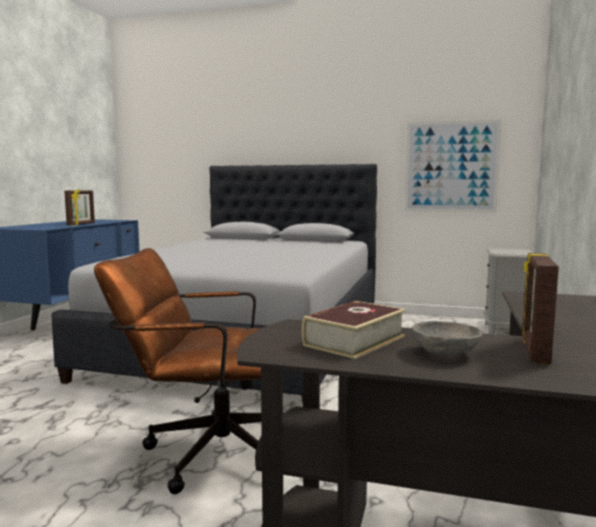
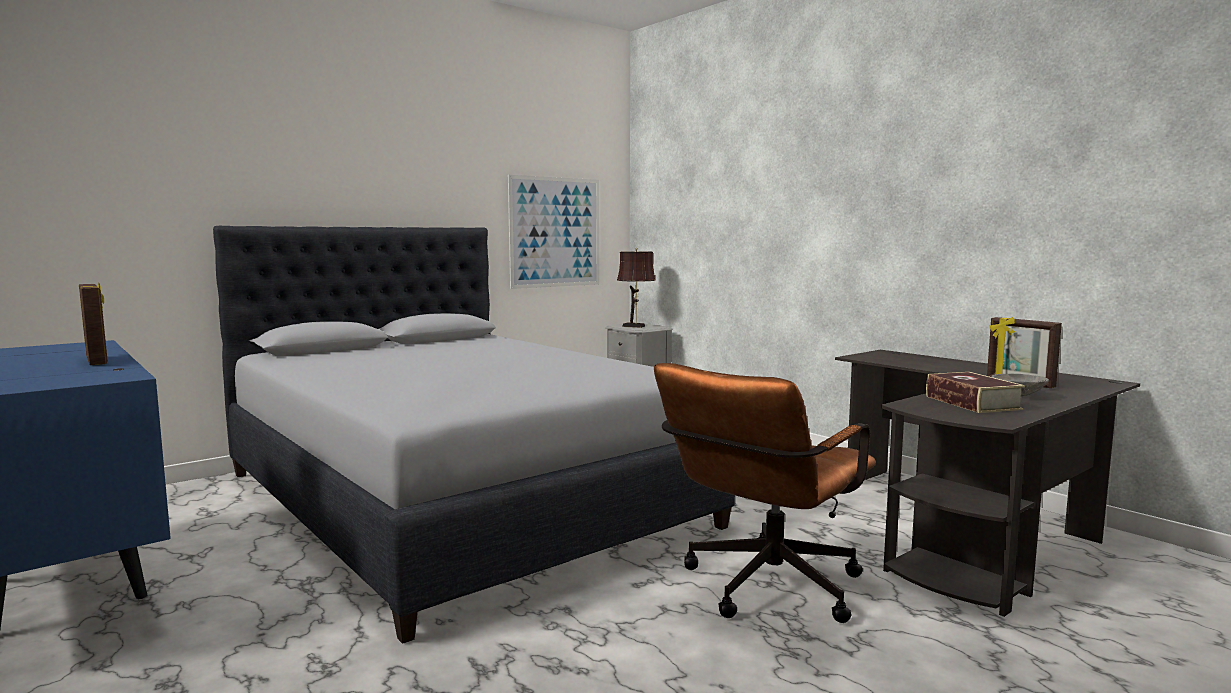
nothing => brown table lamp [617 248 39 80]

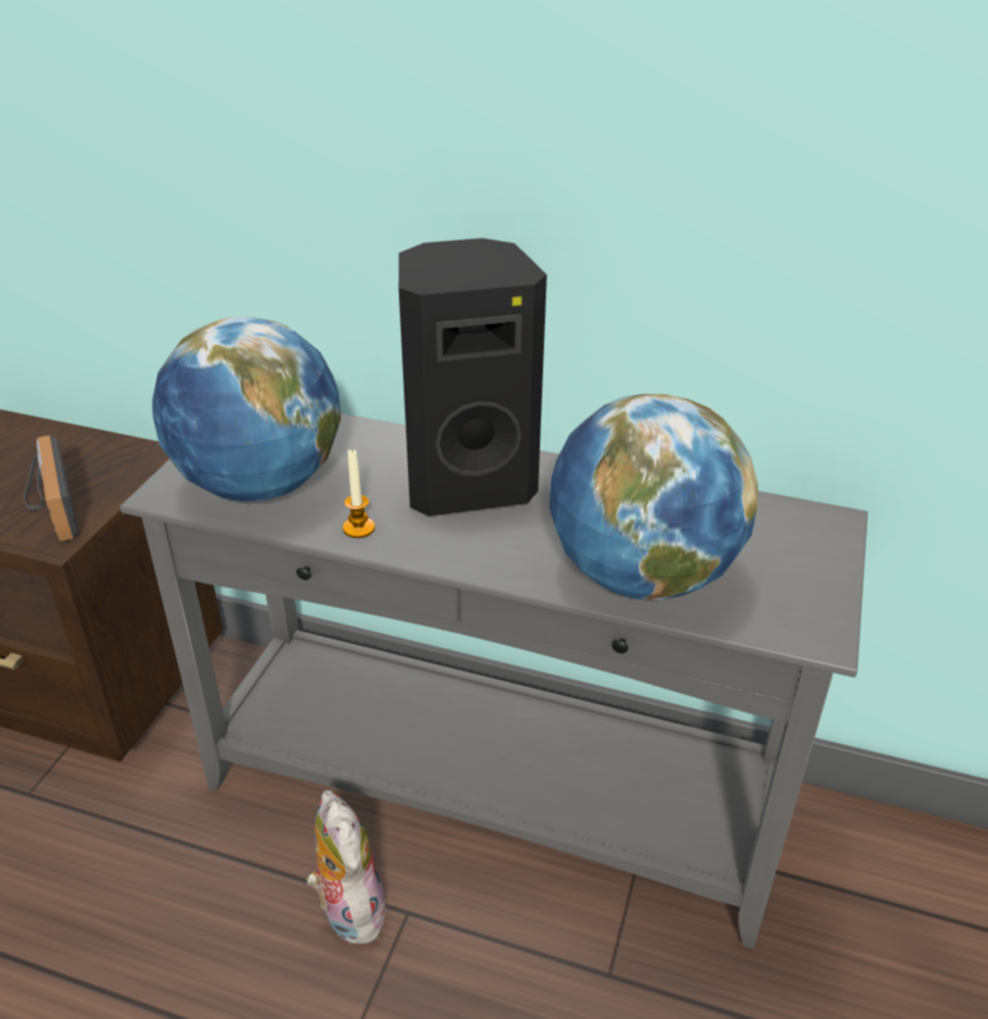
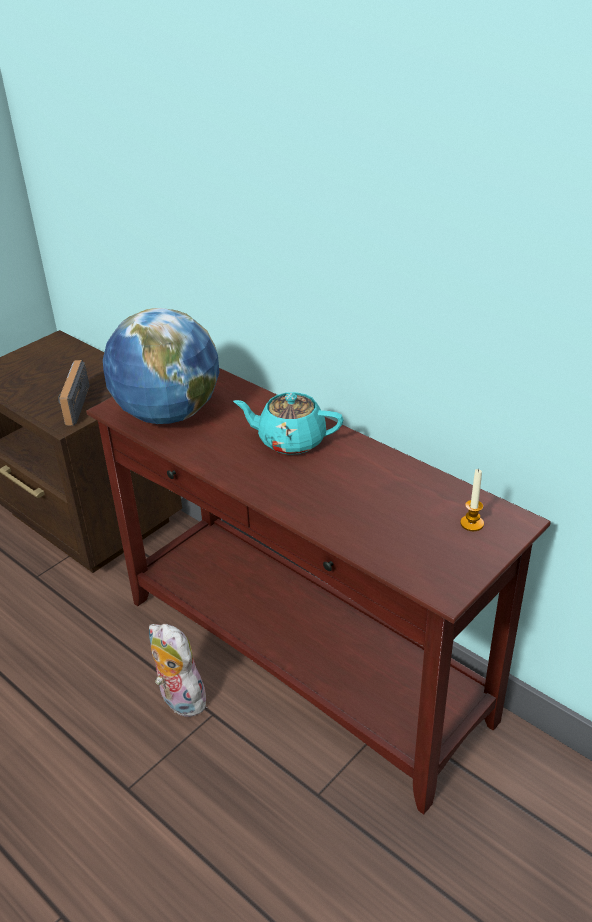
grey console table [120 413 748 536] => brown console table [86 368 465 446]
plush toy [306 790 80 154] => plush toy [149 624 63 93], 45 degrees counterclockwise
black speaker [399 238 148 278] => turquoise teapot [233 392 110 63]
candle [343 449 32 89] => candle [460 469 24 62], relocated
globe [549 394 209 206] => nothing

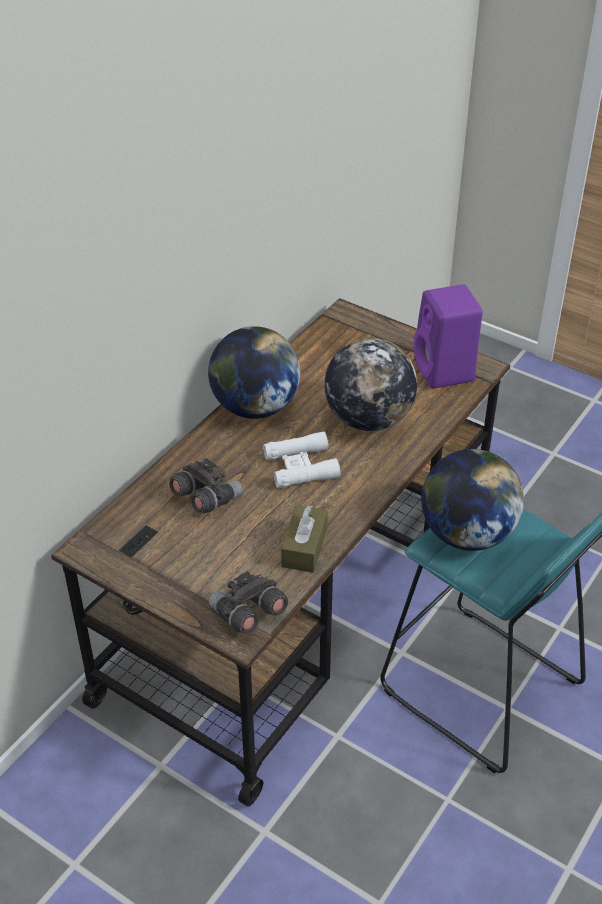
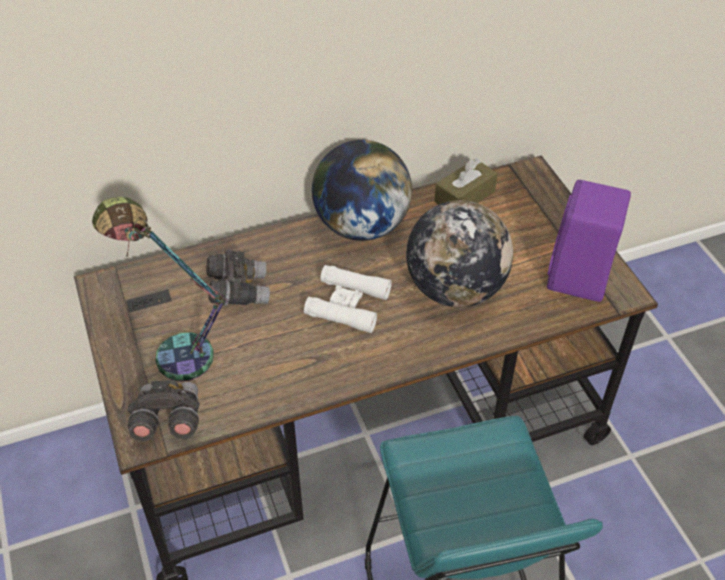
nothing => table lamp [92 197 137 184]
brown tissue box [281 505 47 68] => brown tissue box [434 158 64 47], relocated
globe [421 449 103 102] => nothing

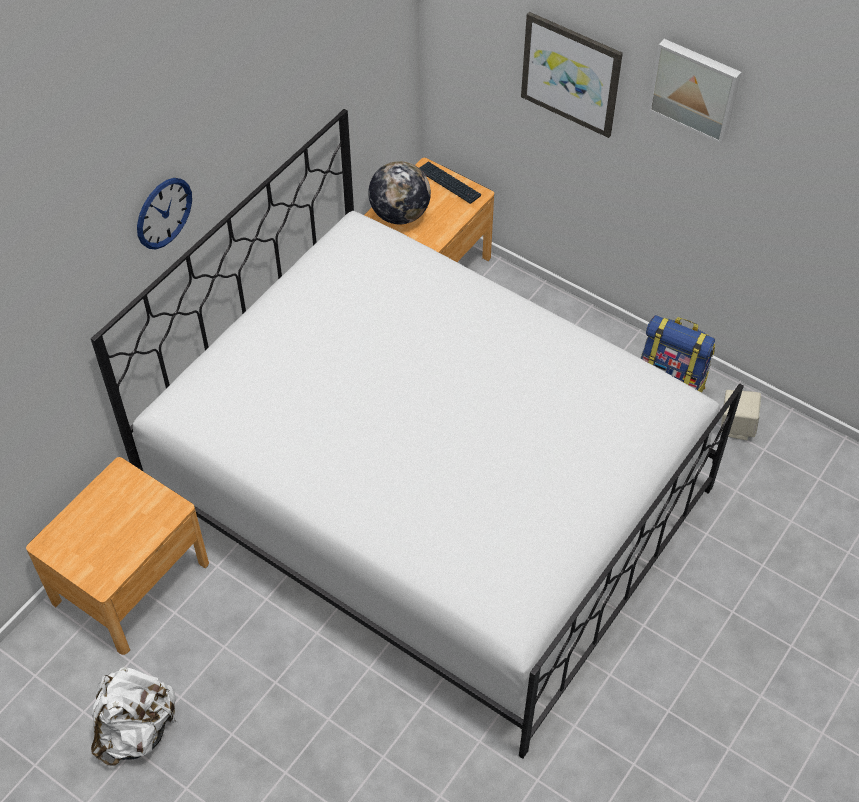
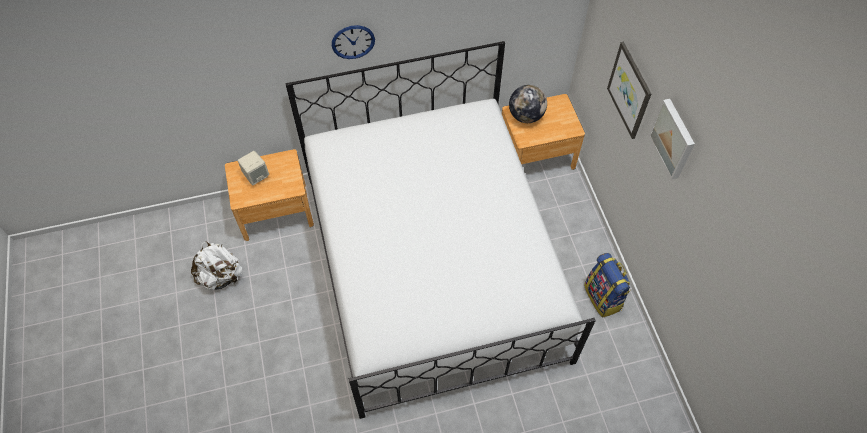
beige speaker [721 390 40 50] => beige speaker [237 151 32 34], relocated
keyboard [420 161 62 43] => nothing

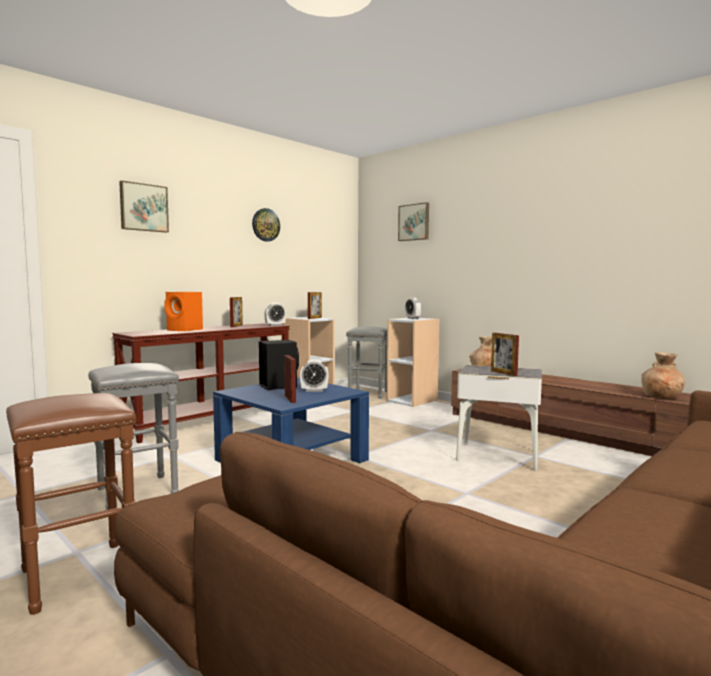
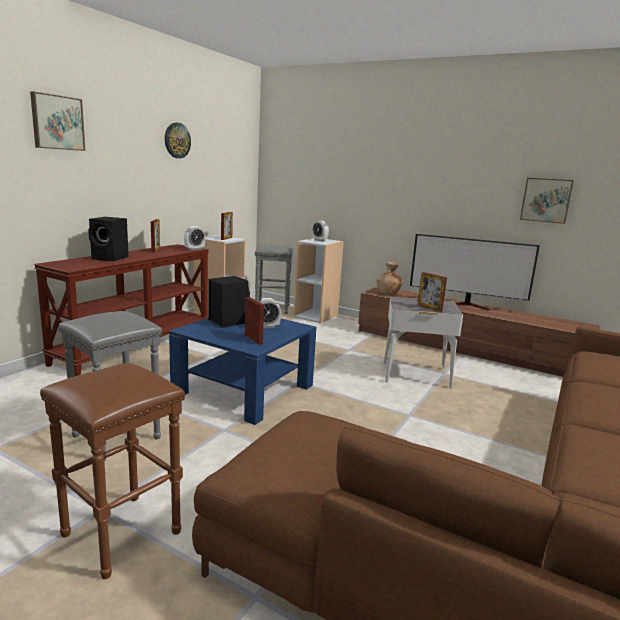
orange speaker [164 292 39 39] => black speaker [88 217 41 44]
nothing => television [410 234 130 77]
picture [398 202 31 39] => picture [520 178 54 46], relocated
brown vase [641 352 44 47] => nothing

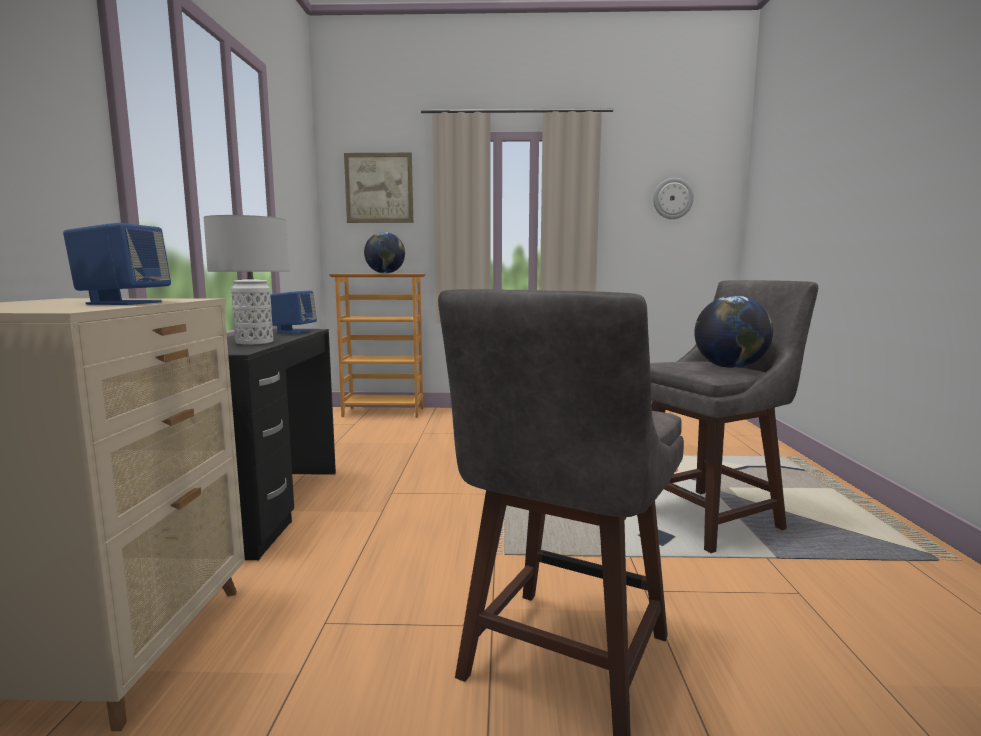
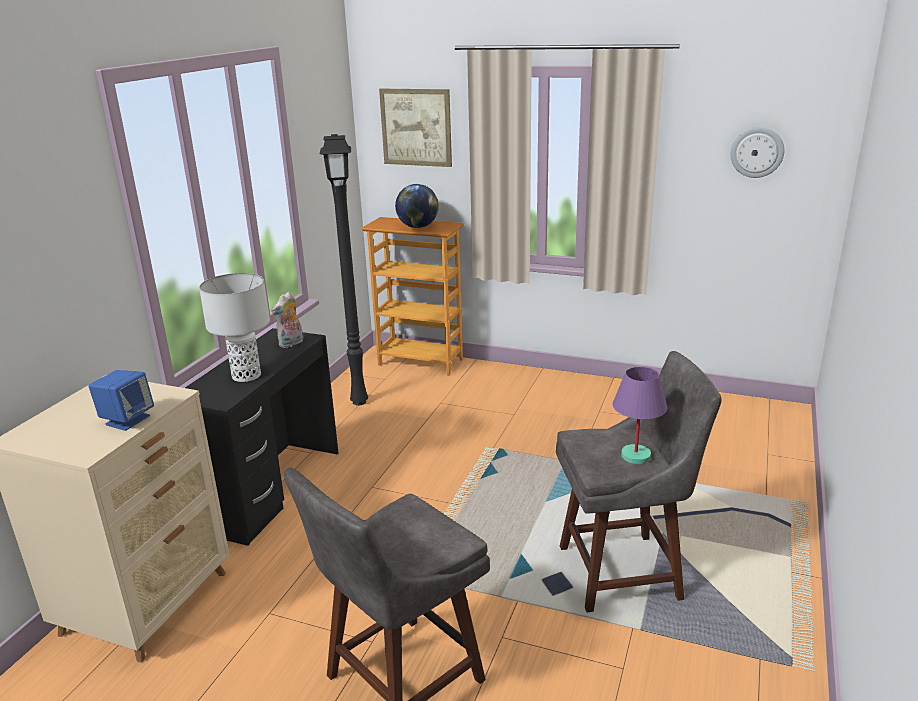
blue speaker [270 290 47 44] => plush toy [272 292 31 56]
nothing => black floor lamp [320 134 48 271]
globe [694 295 79 73] => purple table lamp [613 367 55 97]

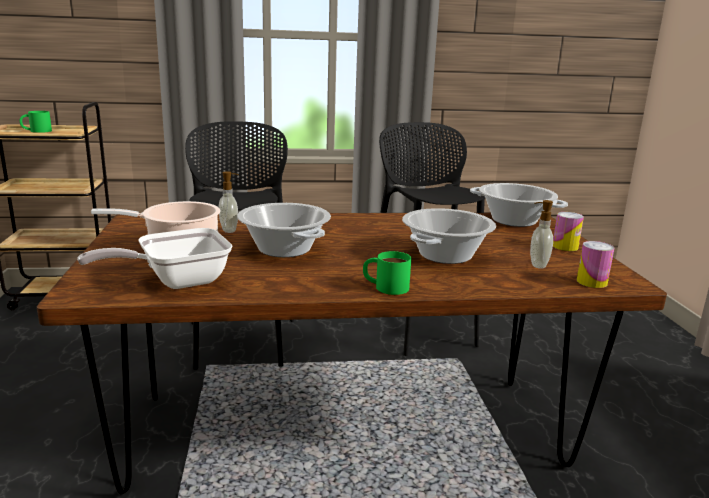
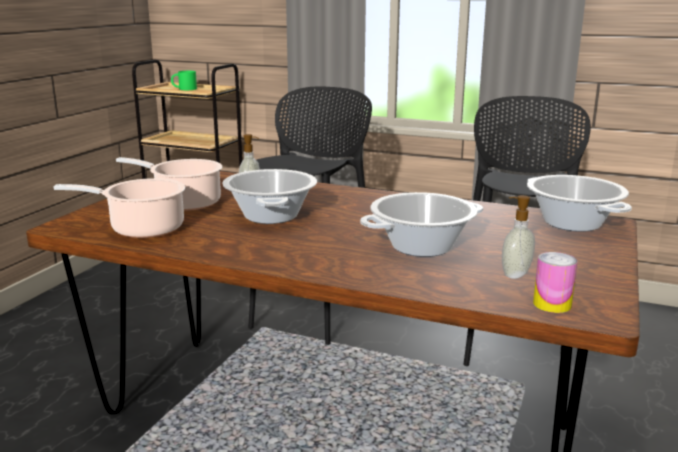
frying pan [77 228 155 61] => cooking pot [54 178 131 60]
green mug [363 251 48 44] => nothing
can [553 212 31 39] => nothing

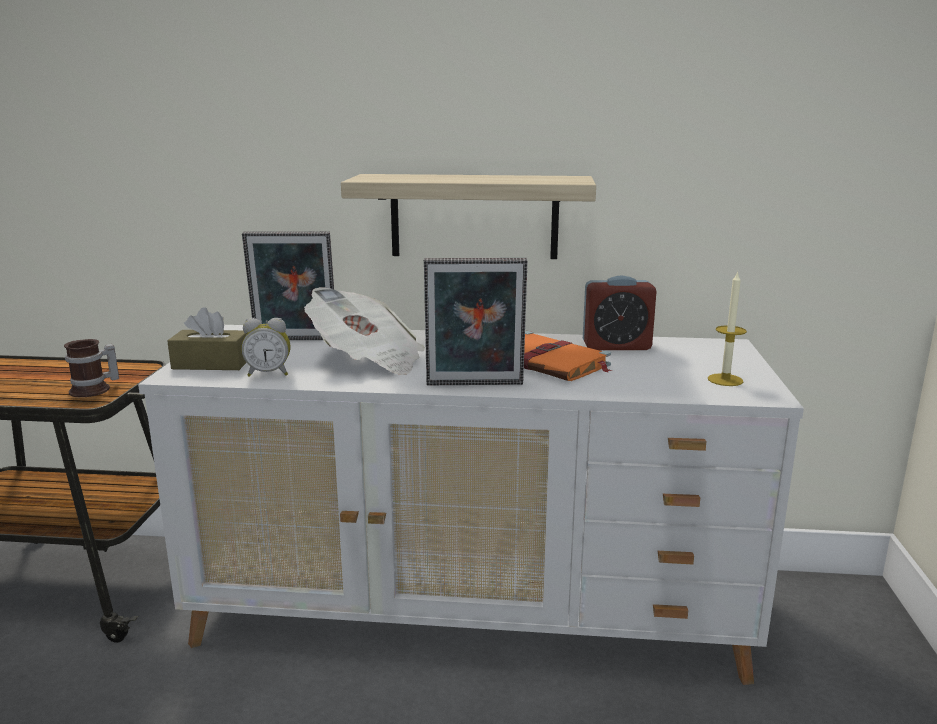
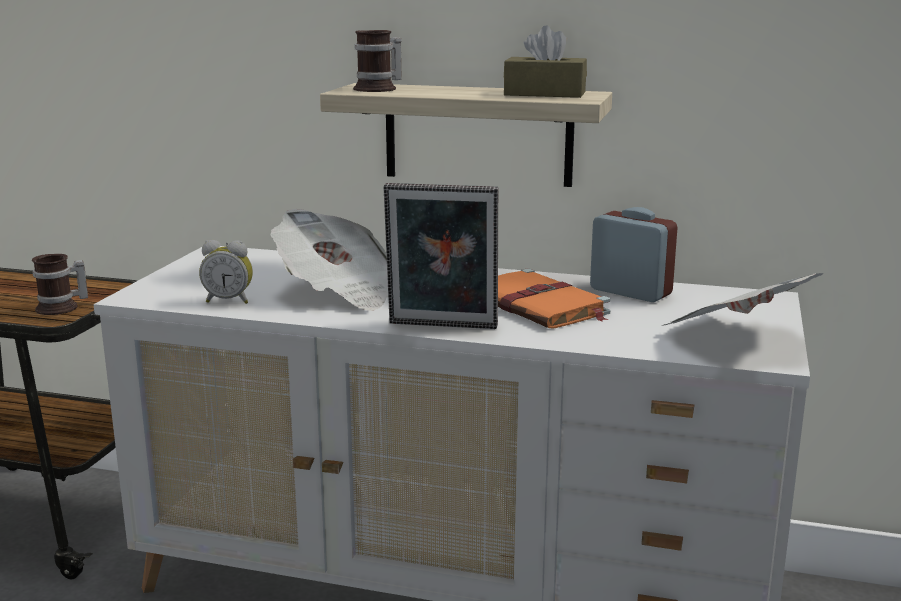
nothing => mug [353 30 49 62]
brown tissue box [167 307 80 63] => brown tissue box [504 25 83 73], relocated
alarm clock [583 276 74 74] => alarm clock [590 207 87 95], 150 degrees counterclockwise
candle [708 271 39 115] => newspaper [661 273 163 53]
picture frame [242 231 92 109] => nothing

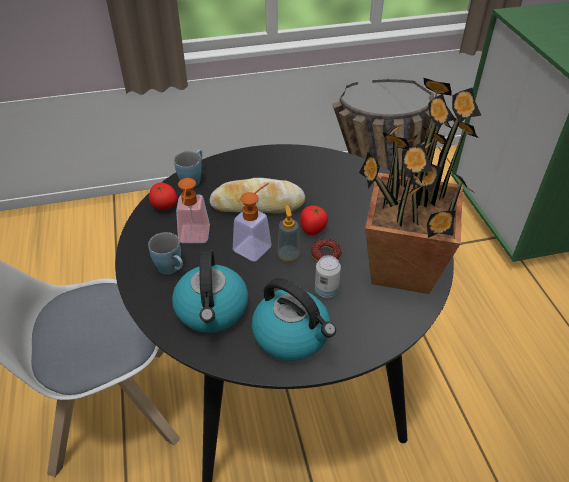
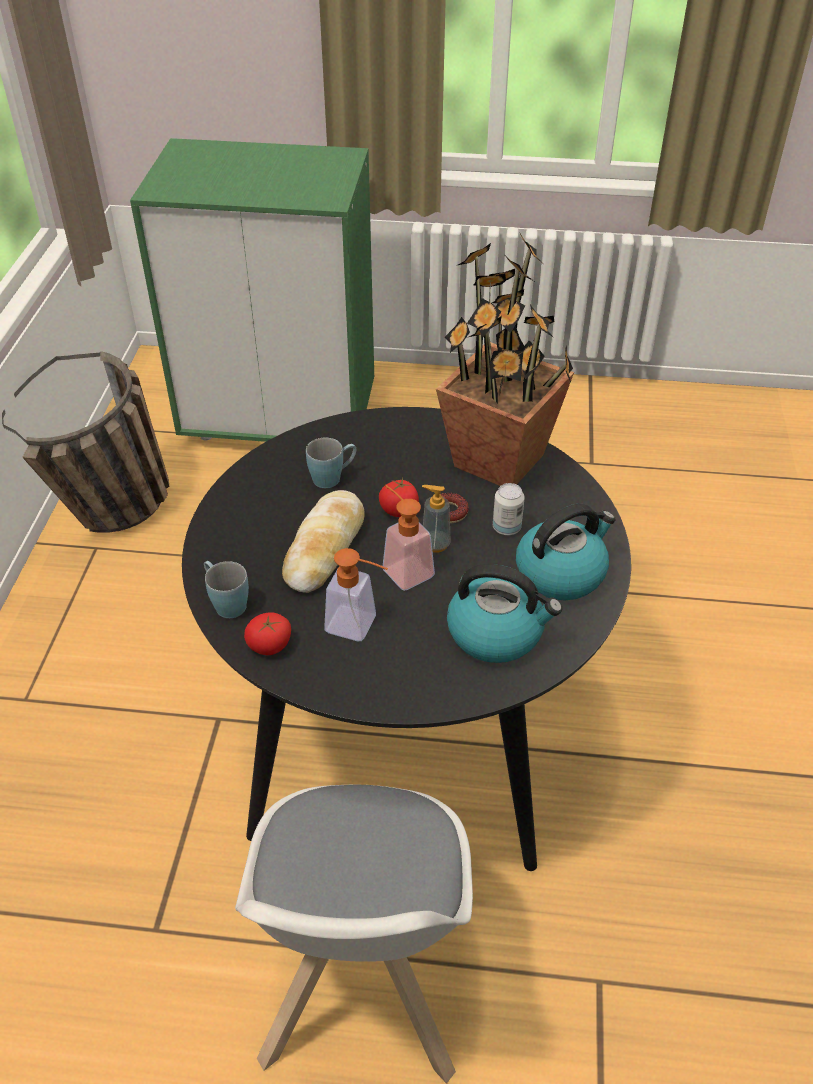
blue mug [148 232 35 42] => blue mug [306 438 50 50], relocated

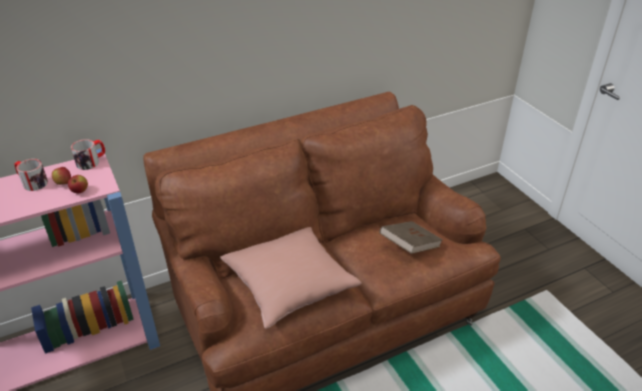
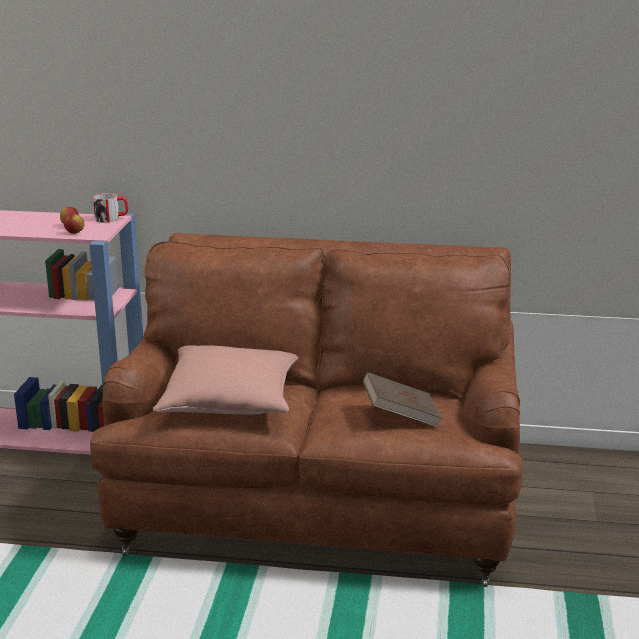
mug [14 159 34 32] => nothing

